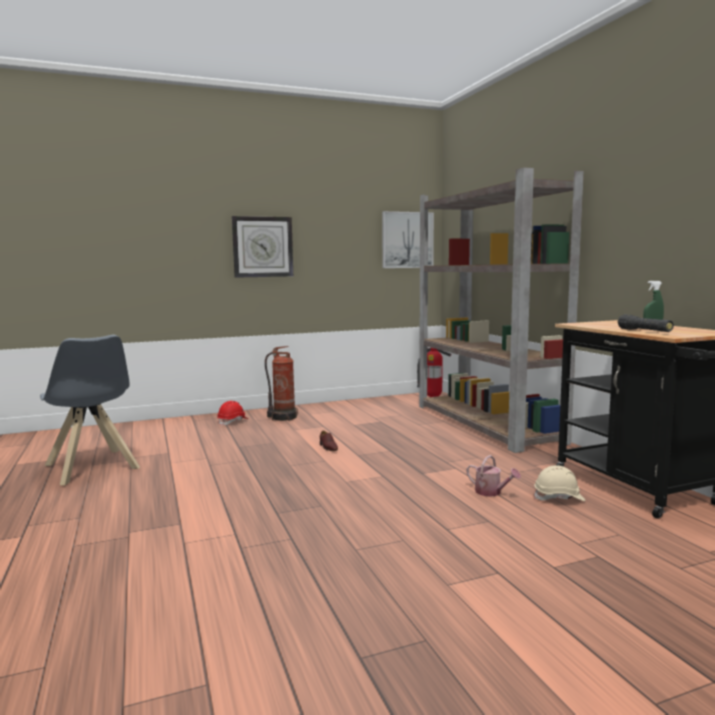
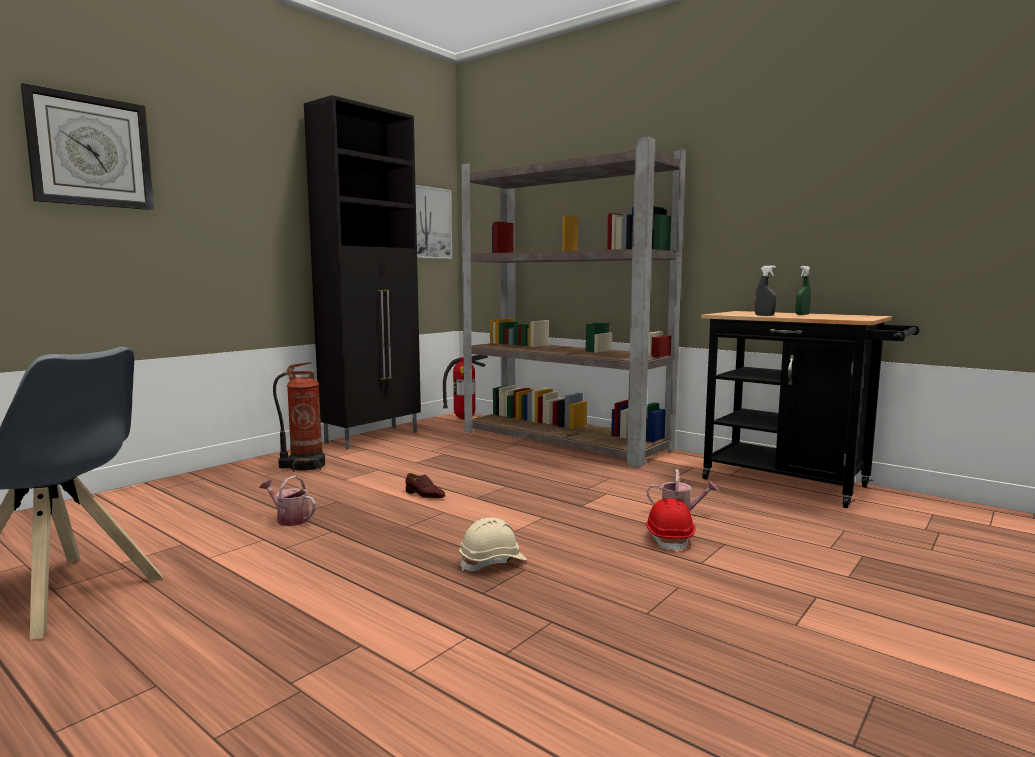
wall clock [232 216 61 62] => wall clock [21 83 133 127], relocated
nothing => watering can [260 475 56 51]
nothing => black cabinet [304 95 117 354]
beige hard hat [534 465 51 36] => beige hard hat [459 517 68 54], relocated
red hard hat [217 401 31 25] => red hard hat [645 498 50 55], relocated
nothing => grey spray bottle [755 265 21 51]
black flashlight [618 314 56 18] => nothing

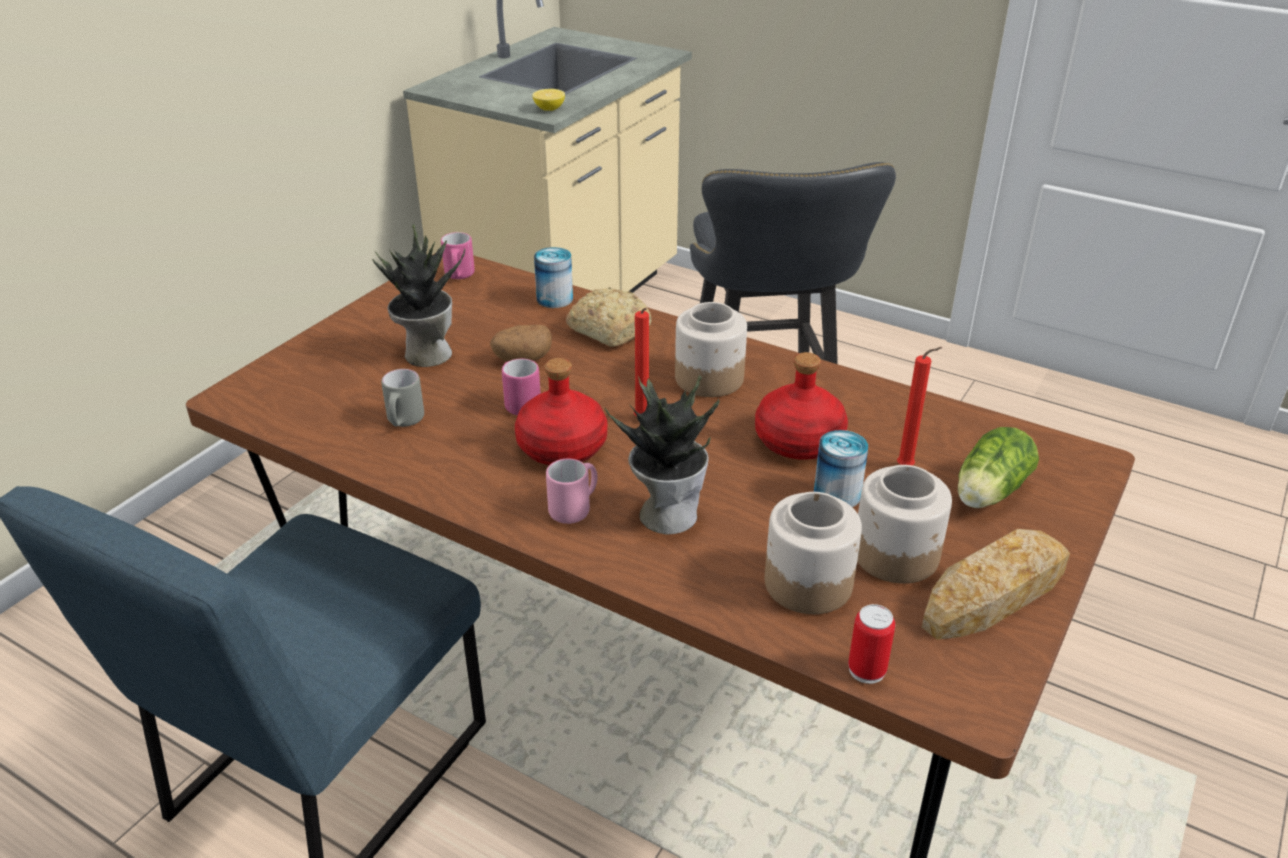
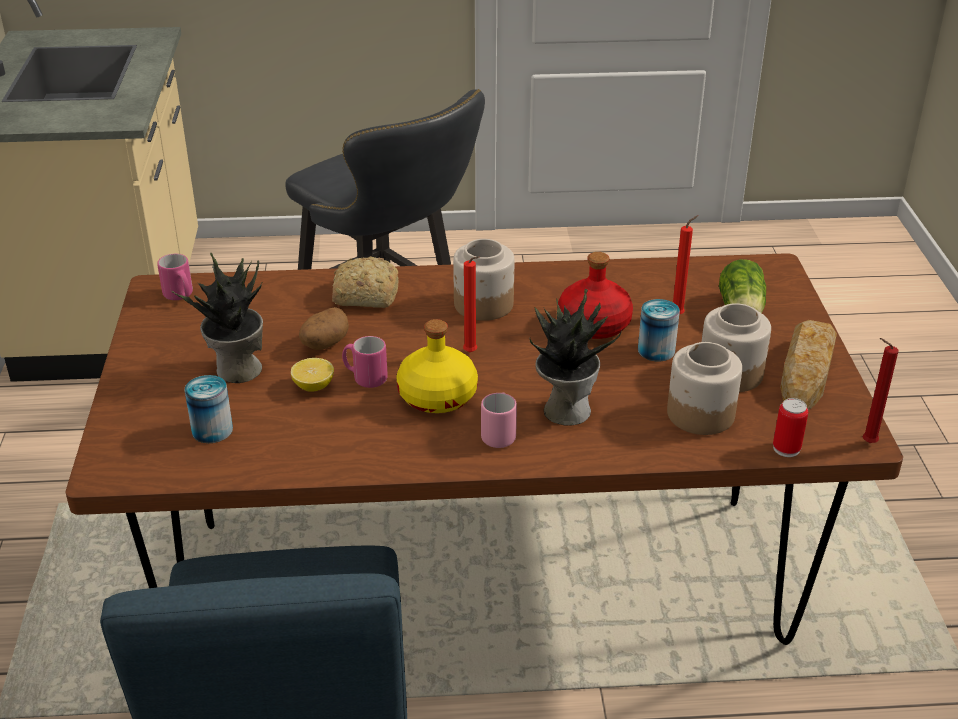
can [534 247 39 61] => can [184 375 49 68], relocated
lemon [532 89 33 22] => lemon [291 358 43 34], relocated
red bottle [515 358 93 107] => yellow bottle [396 319 82 94]
nothing => red candle [863 338 36 105]
grey mug [381 369 43 58] => nothing

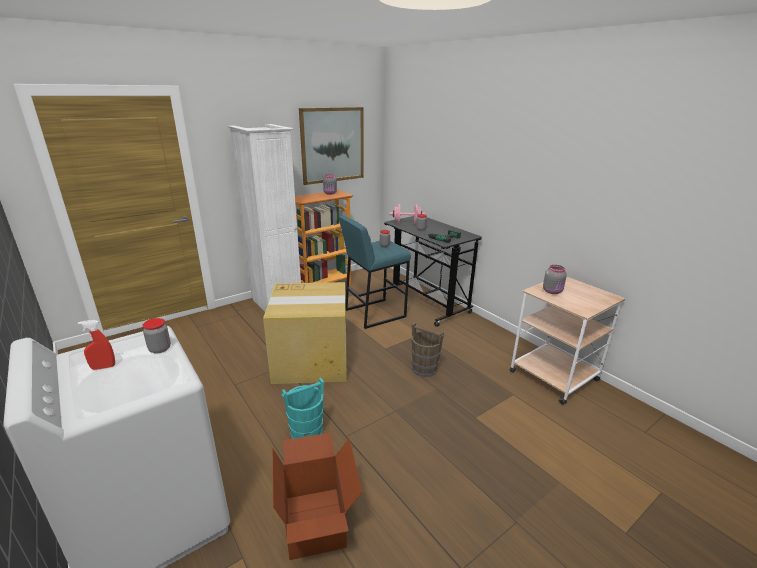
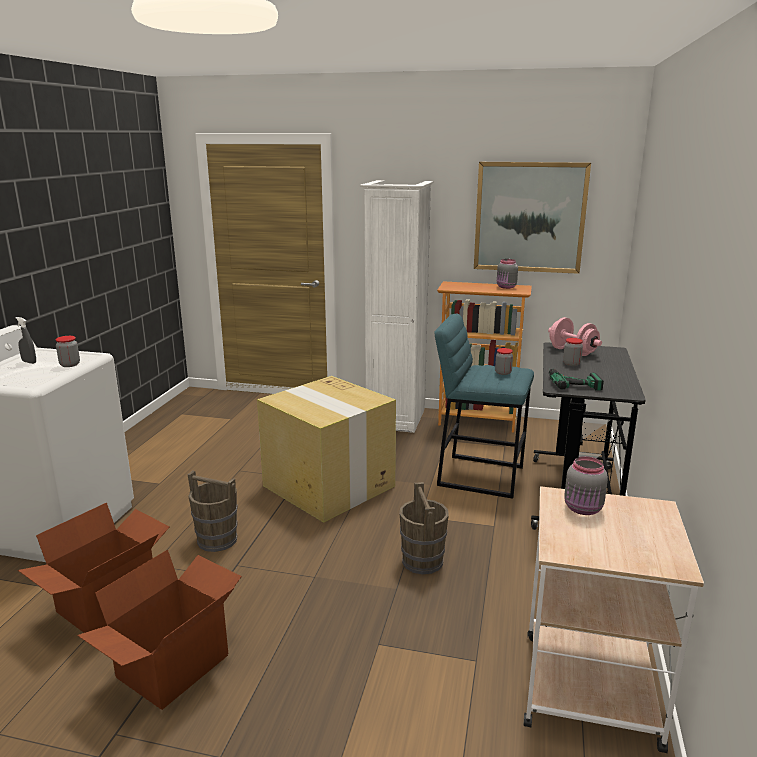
red spray bottle [78 320 37 50] => grey spray bottle [15 317 21 47]
nothing => cardboard box [77 550 165 160]
turquoise bucket [282 378 42 61] => brown bucket [188 471 49 81]

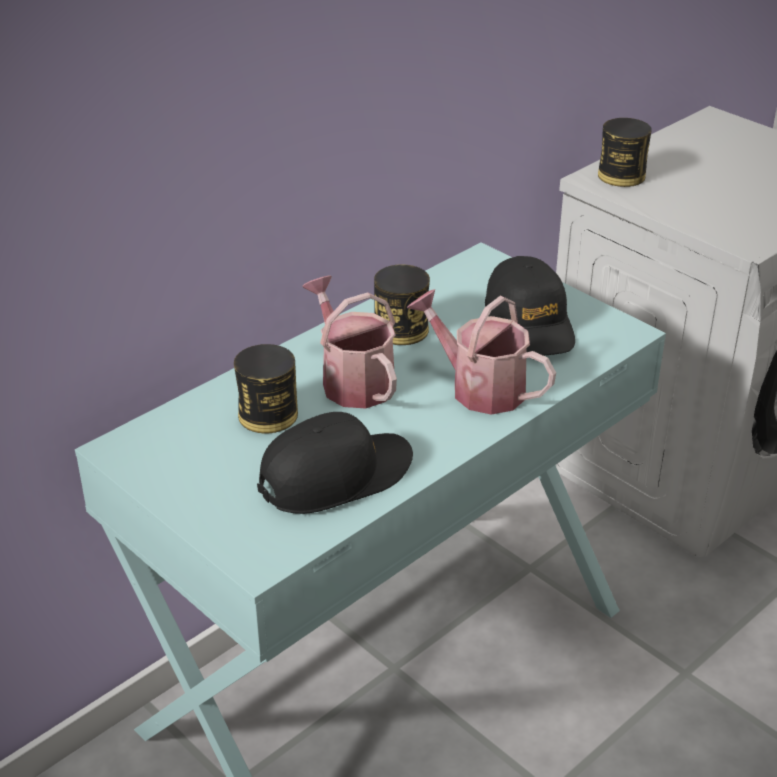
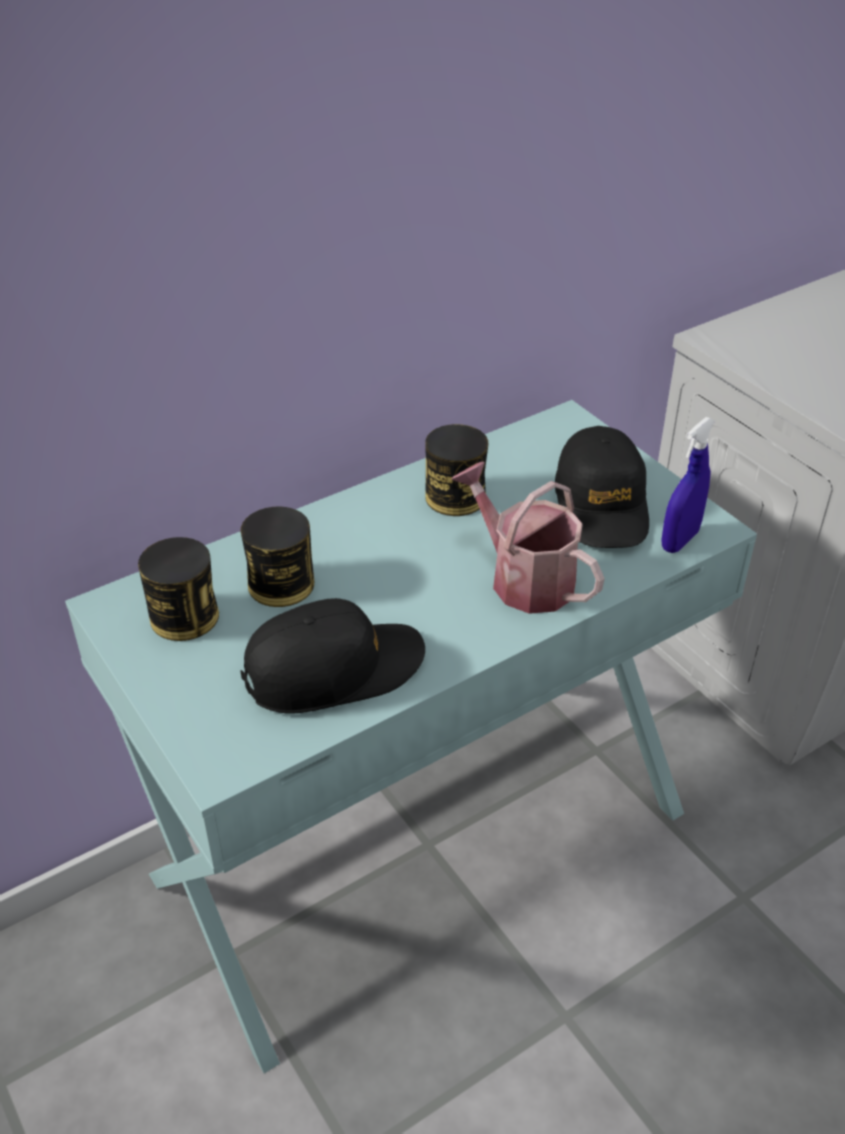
can [598 118 54 69] => can [138 537 81 104], relocated
nothing => blue spray bottle [661 417 54 136]
watering can [302 275 95 134] => nothing

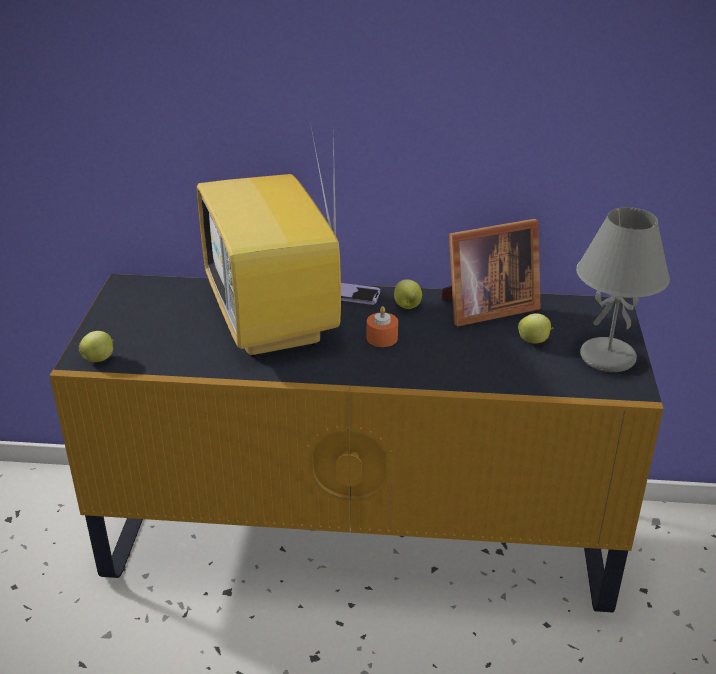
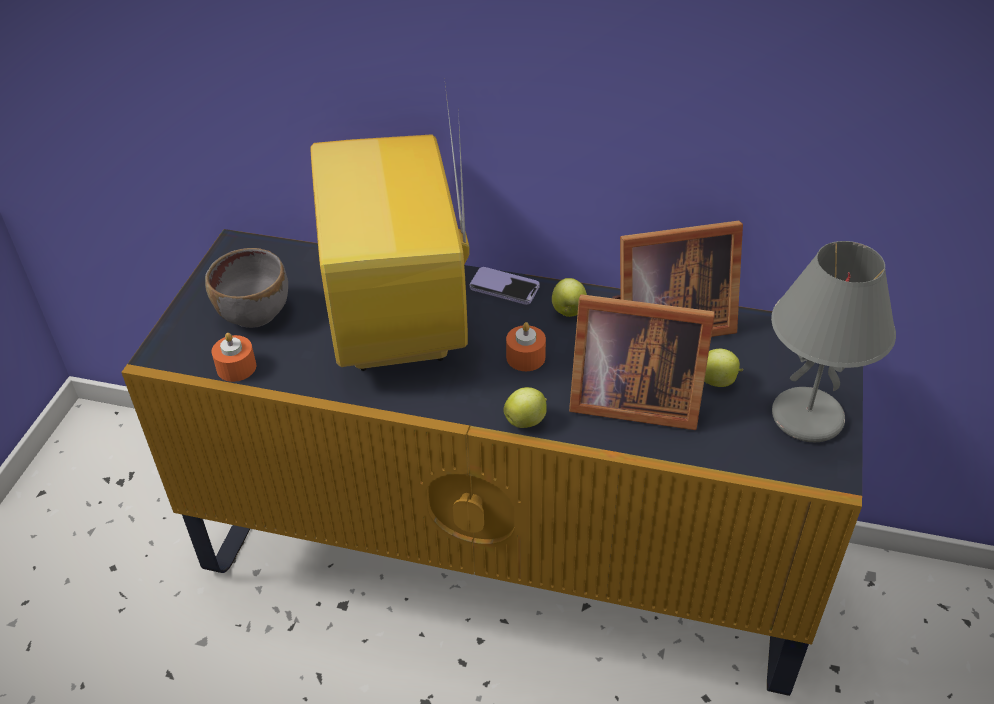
nothing => grey bowl [205 248 83 80]
nothing => orange candle [212 333 44 49]
apple [79 331 35 31] => apple [503 387 44 41], relocated
nothing => picture frame [569 294 146 136]

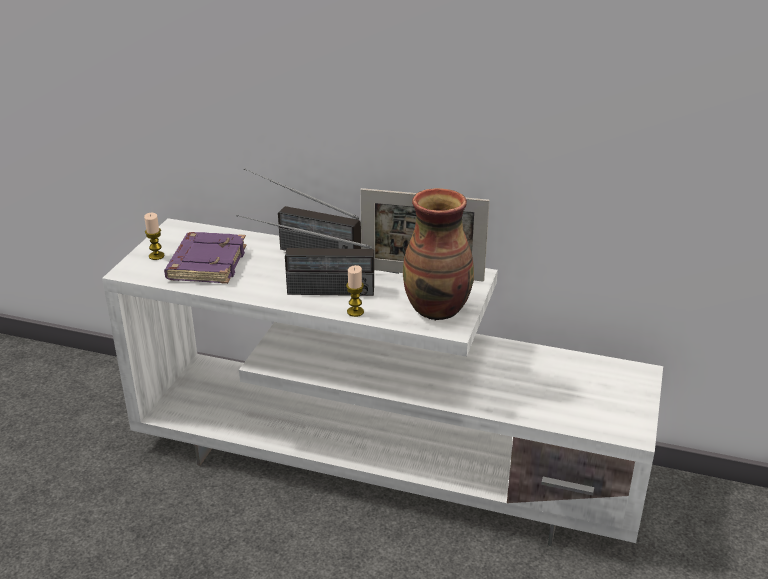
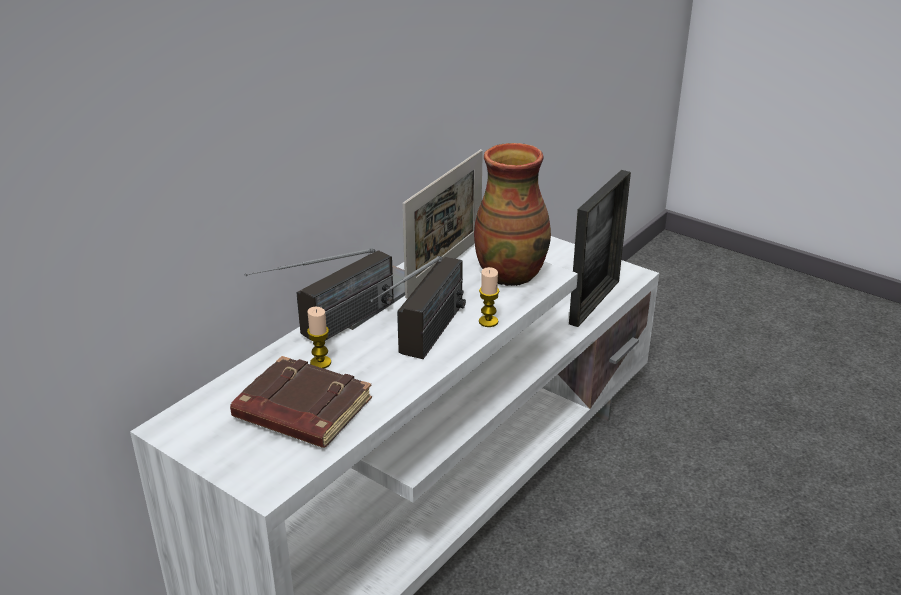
purple book [164 232 83 52] => brown book [230 356 142 92]
candle [144 213 21 47] => candle [307 307 24 62], relocated
nothing => picture frame [569 170 62 157]

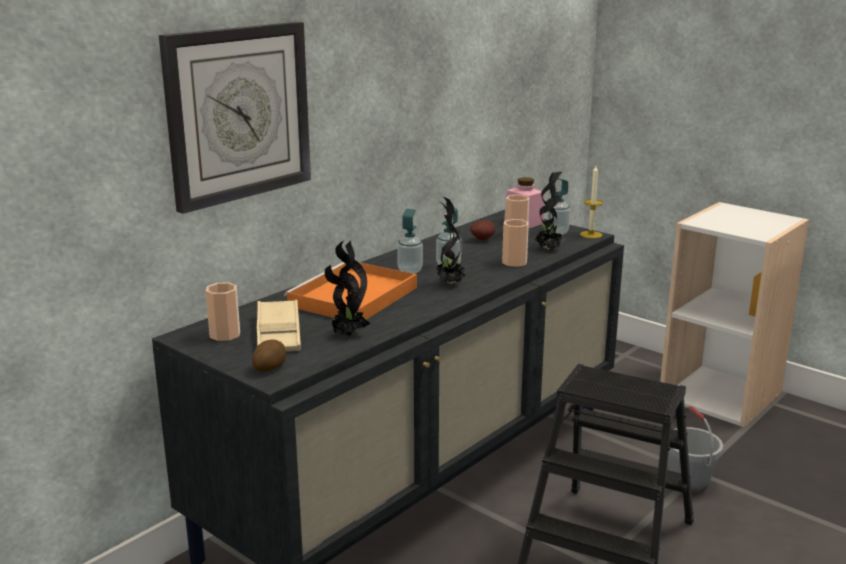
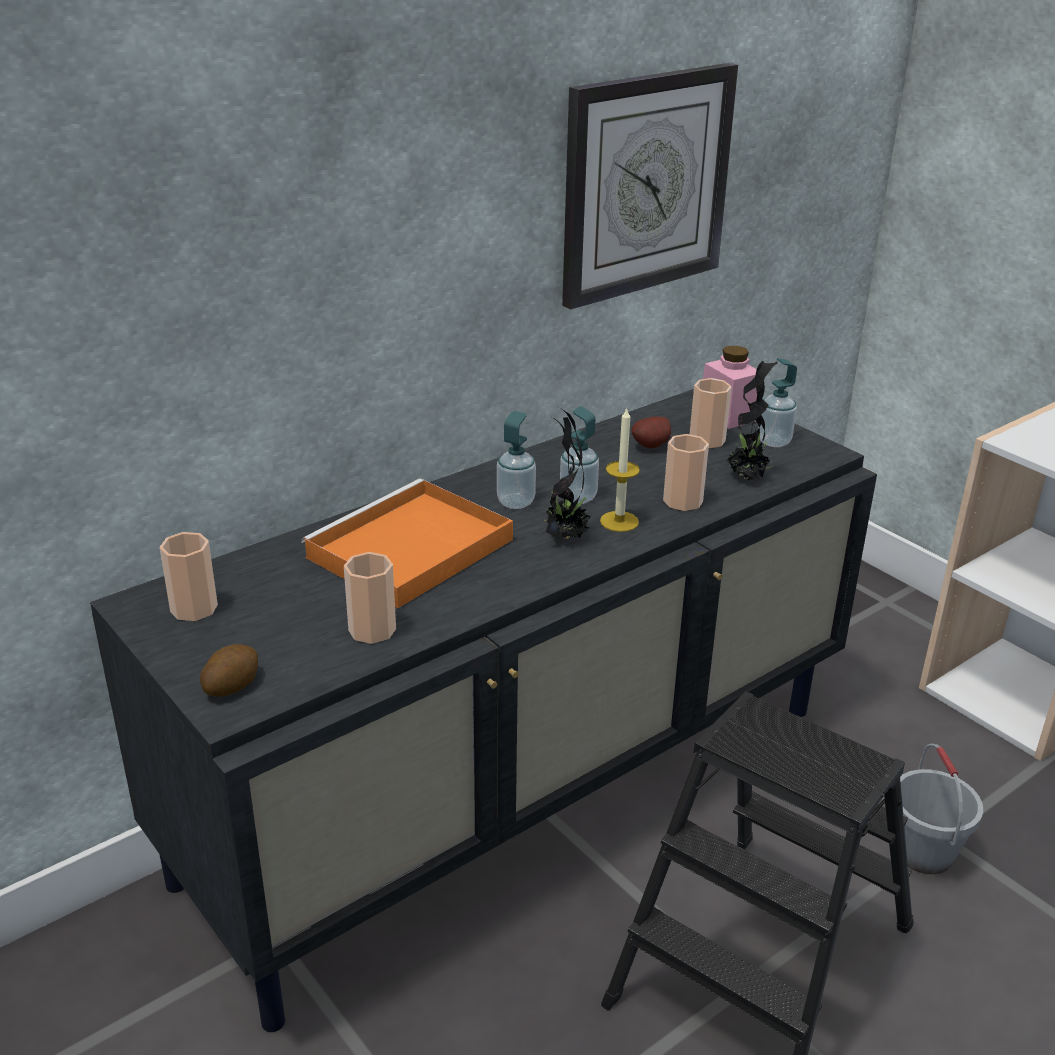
potted plant [325 240 46 96] => cup [344 552 52 92]
wall clock [159 22 152 192] => wall clock [562 63 176 246], relocated
candle [580 166 23 72] => candle [600 407 40 125], relocated
beige tray [257 300 44 51] => nothing

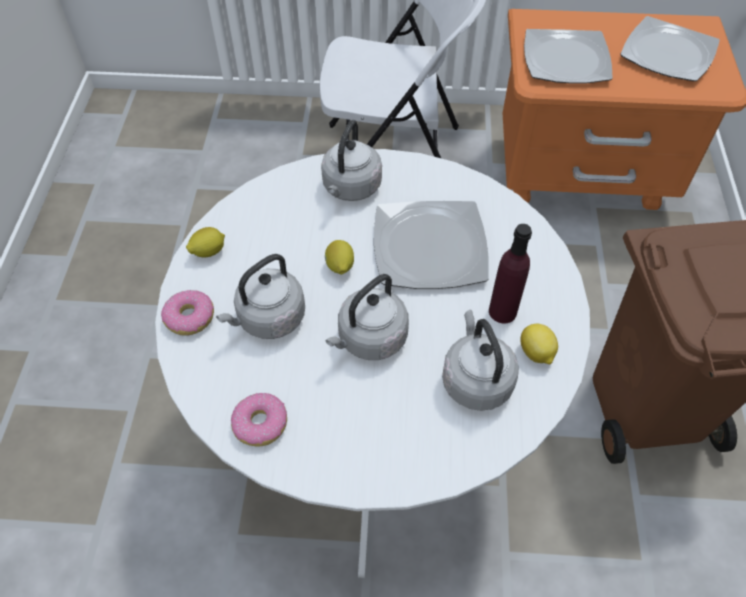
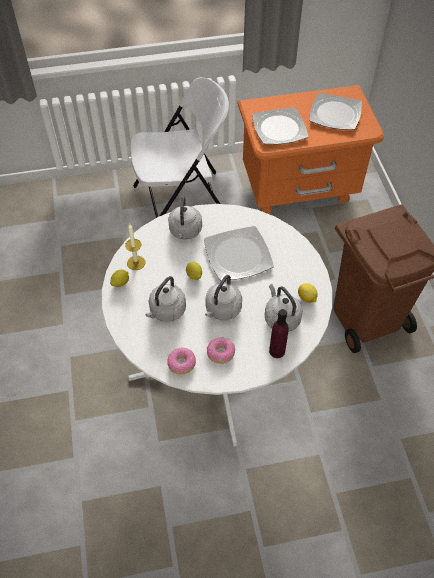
nothing => candle [125 224 20 46]
donut [161 290 53 46] => donut [207 337 28 27], relocated
purple bottle [489 224 43 99] => purple bottle [269 309 20 49], relocated

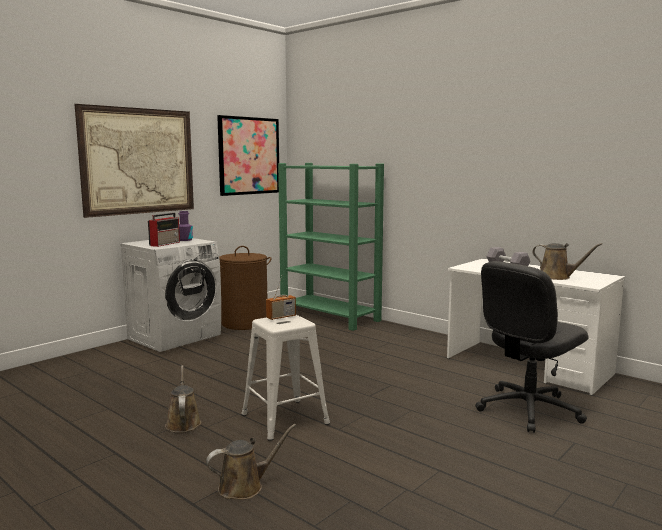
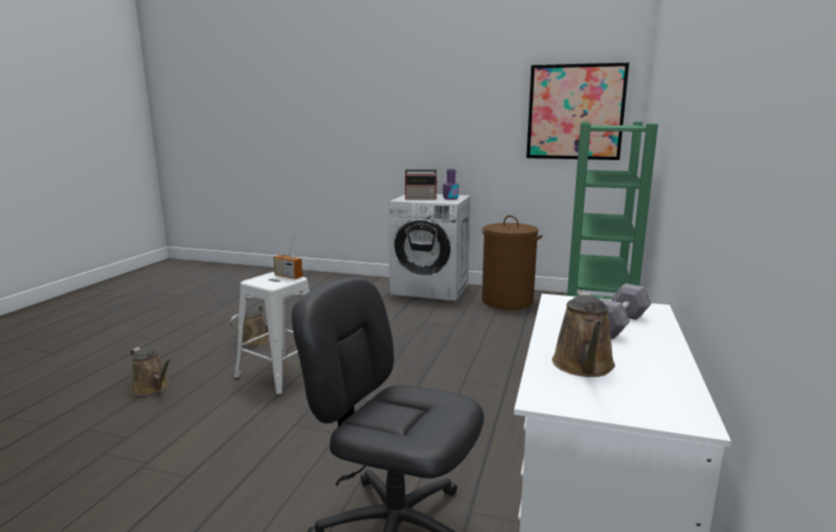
picture [75 104 119 114] => nothing

